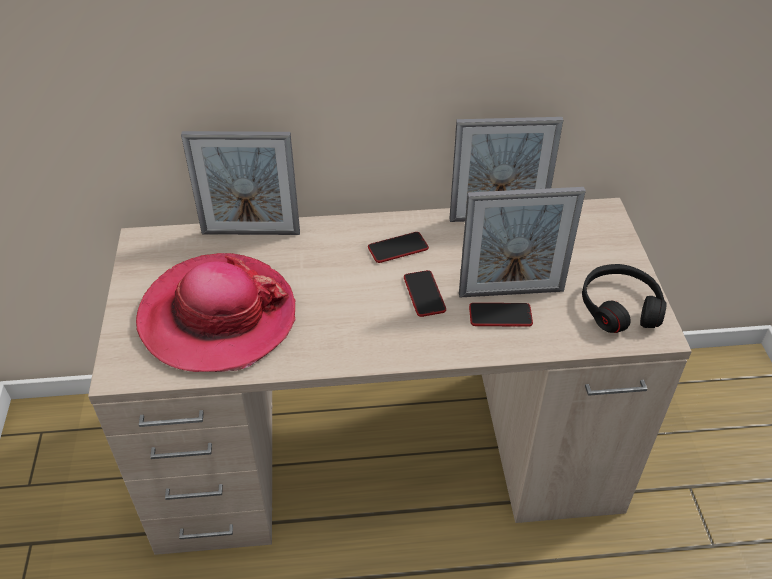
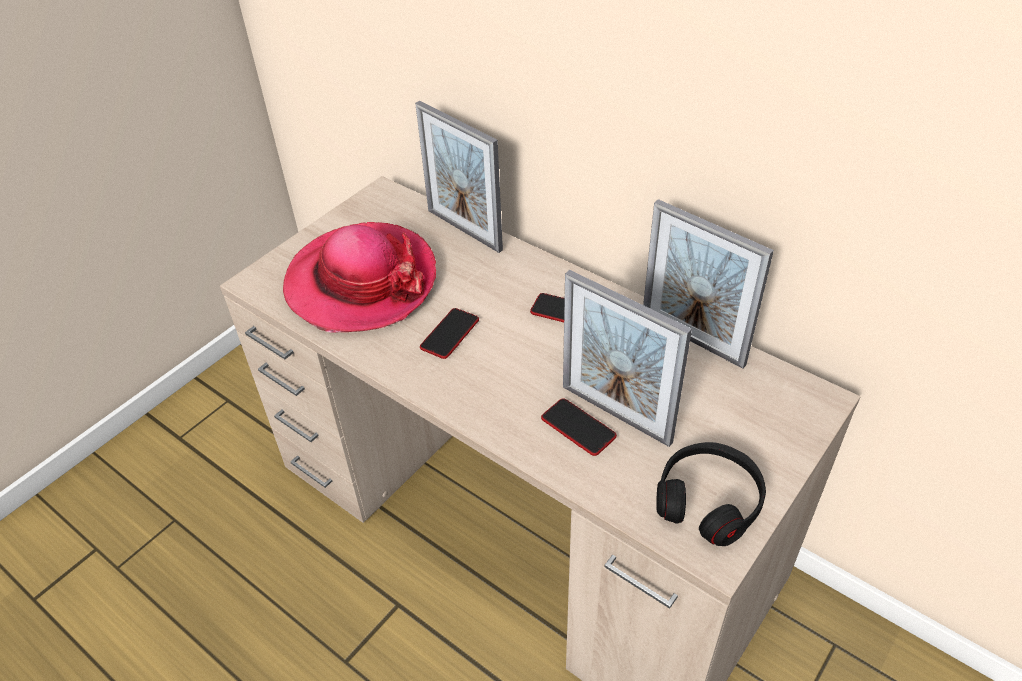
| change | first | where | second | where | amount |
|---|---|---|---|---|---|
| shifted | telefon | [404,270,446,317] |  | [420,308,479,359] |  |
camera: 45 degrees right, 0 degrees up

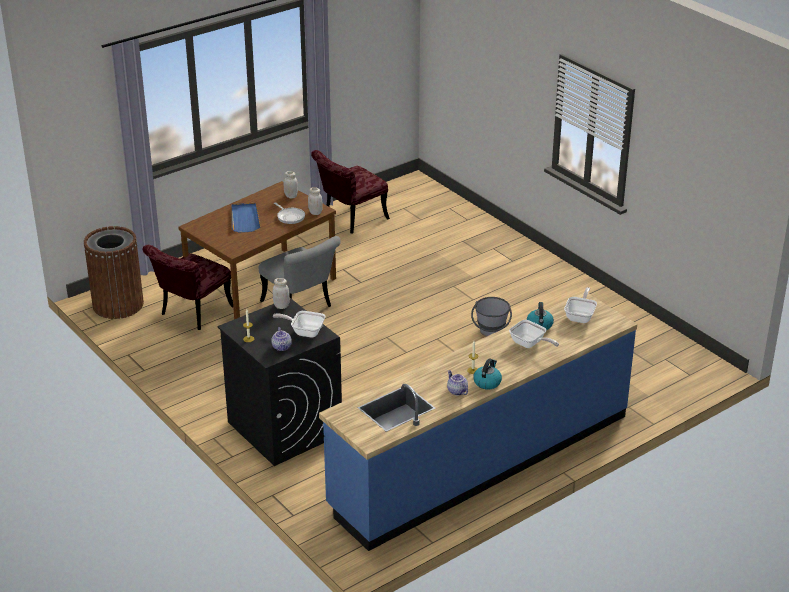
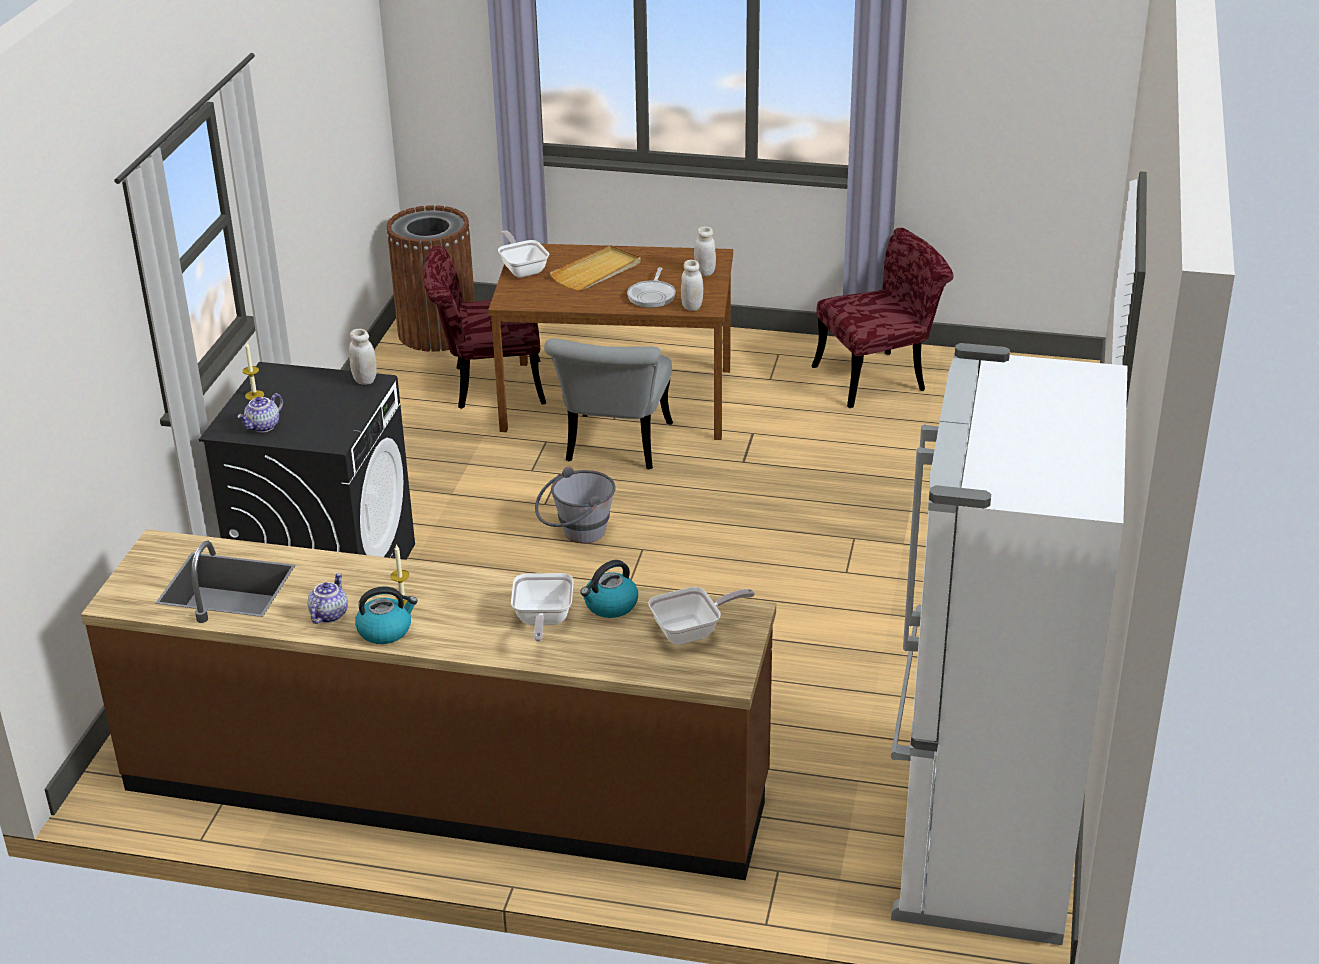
| change | first | where | second | where | amount |
|---|---|---|---|---|---|
| repainted | zabudowa kuchenna [niebieski] | [319,293,637,551] | zabudowa kuchenna [brązowy] | [81,529,776,880] |  |
| shifted | patelnia | [273,311,325,338] |  | [498,230,549,278] |  |
| shifted | wiadro [szary] | [471,297,512,336] |  | [535,467,616,543] |  |
| repainted | taca [niebieski] | [232,203,261,232] | taca [beżowy] | [550,245,641,291] |  |
| rotated | krzesło [czerwony] | [311,150,390,233] |  | [812,228,953,408] | 150 degrees clockwise |
| new |  |  | lodówka [biały] | [891,343,1128,945] |  |
camera: 50 degrees right, 0 degrees up

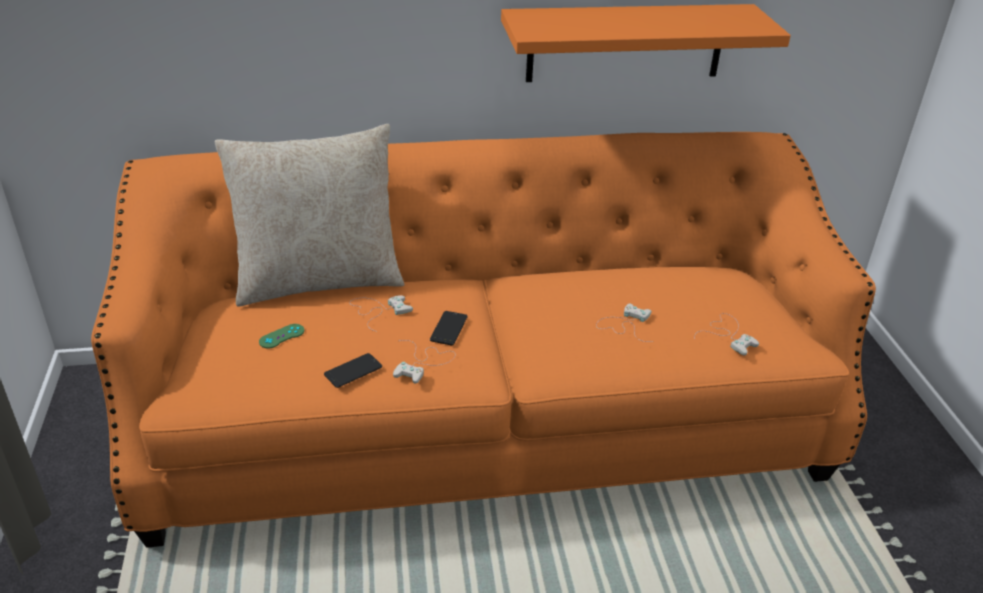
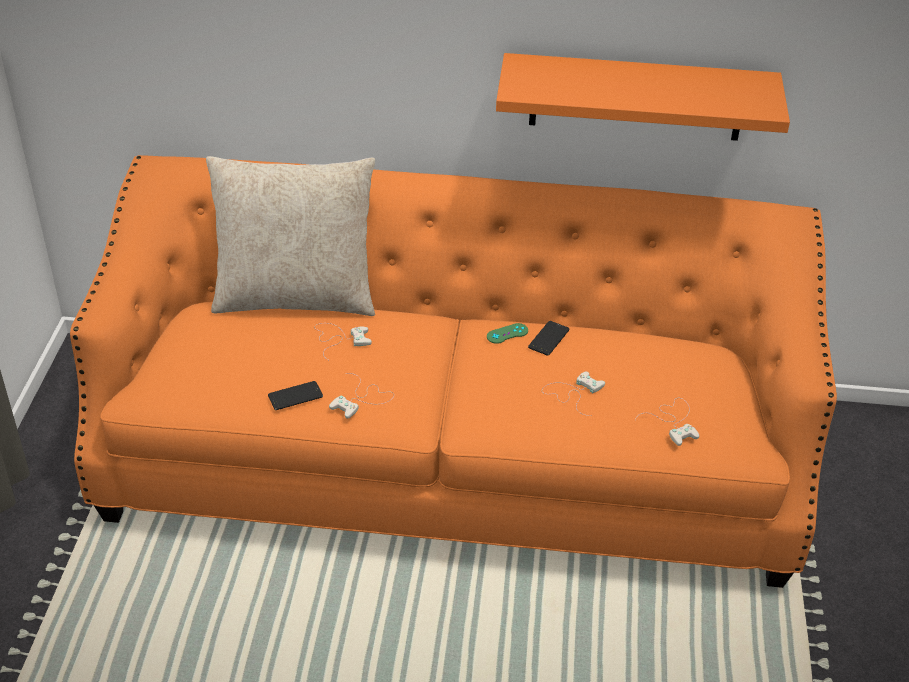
| change | first | where | second | where | amount |
|---|---|---|---|---|---|
| shifted | pad do gier [zielony] | [259,324,304,348] |  | [487,323,528,344] |  |
| shifted | telefon | [430,311,468,345] |  | [528,321,569,356] |  |
camera: 15 degrees right, 5 degrees up

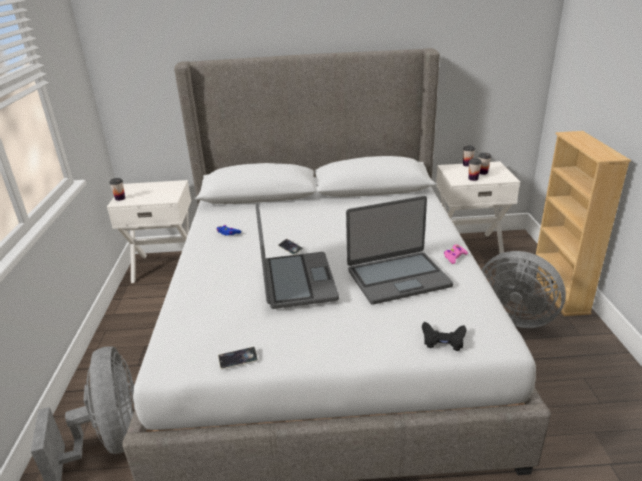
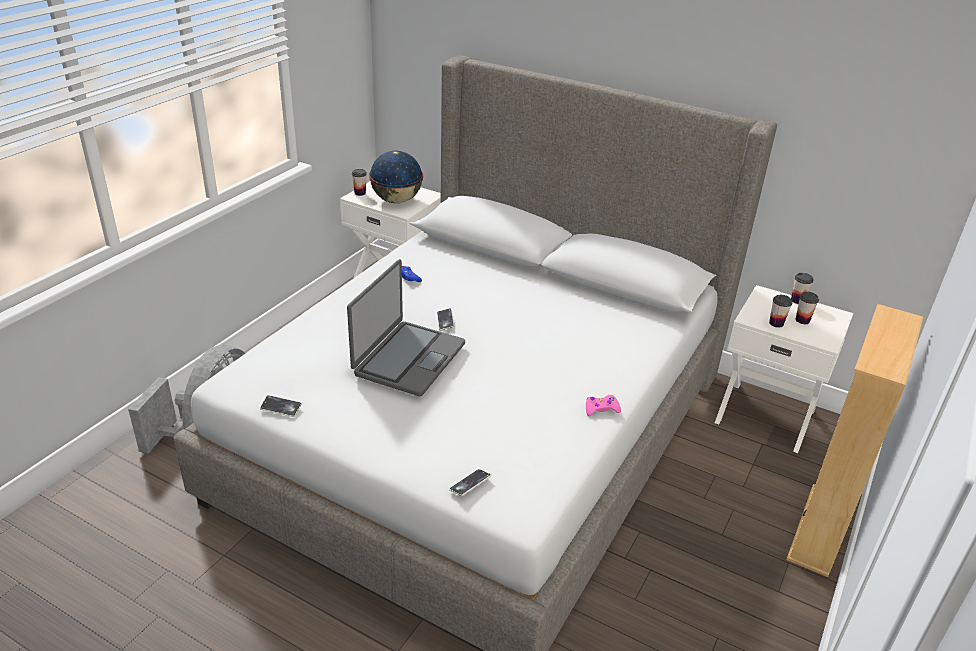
| change | first | where | second | where | amount |
|---|---|---|---|---|---|
| new |  |  | globus | [369,151,423,203] |  |
| swapped | pad do gier [czarny] | [422,322,467,351] | telefon | [449,469,491,496] |  |
| gone | laptop | [346,196,453,304] |  |  |  |
| gone | wentylator [szary] | [482,251,566,328] |  |  |  |
camera: 30 degrees right, 5 degrees up

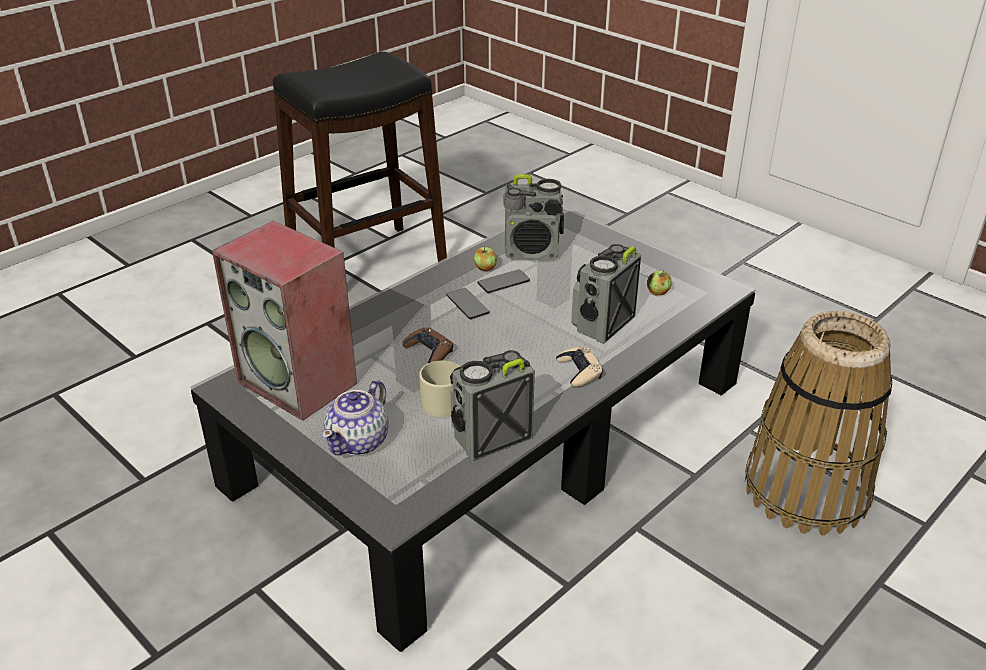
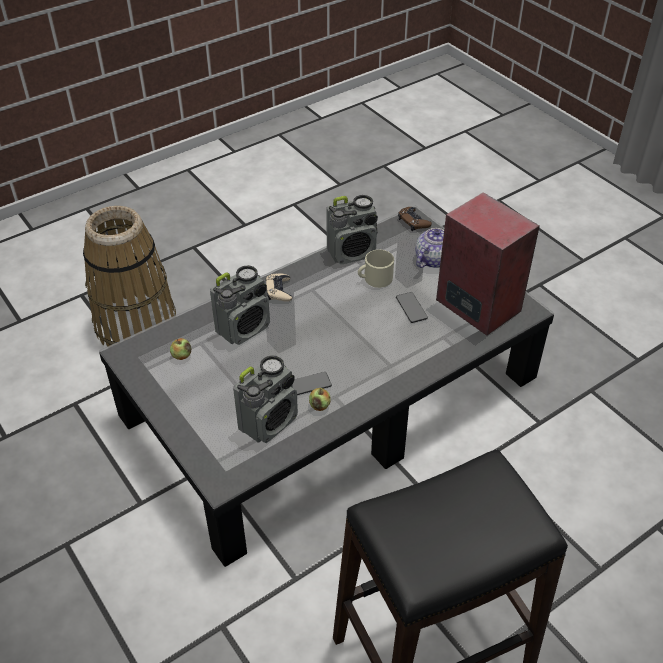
| change | first | where | second | where | amount |
|---|---|---|---|---|---|
| rotated | radio | [503,174,564,260] |  | [233,355,298,443] | 120 degrees clockwise |
| shifted | telefon | [446,288,490,319] |  | [396,292,428,323] |  |
| shifted | pad do gier [brązowy] | [402,327,453,363] |  | [398,207,432,231] |  |
camera: 170 degrees left, 10 degrees up

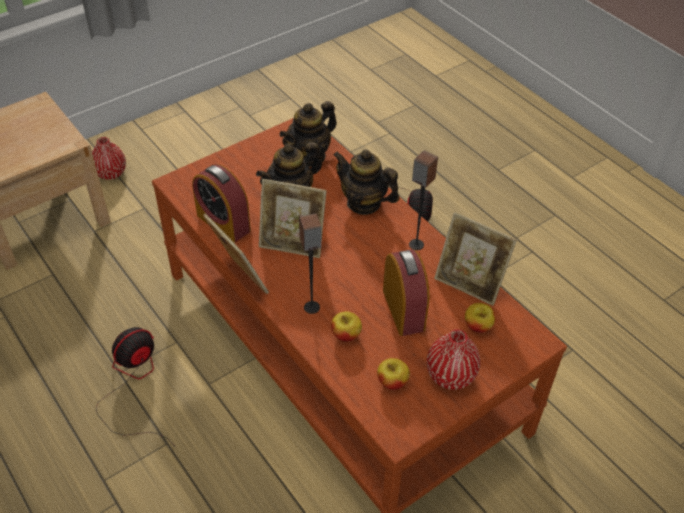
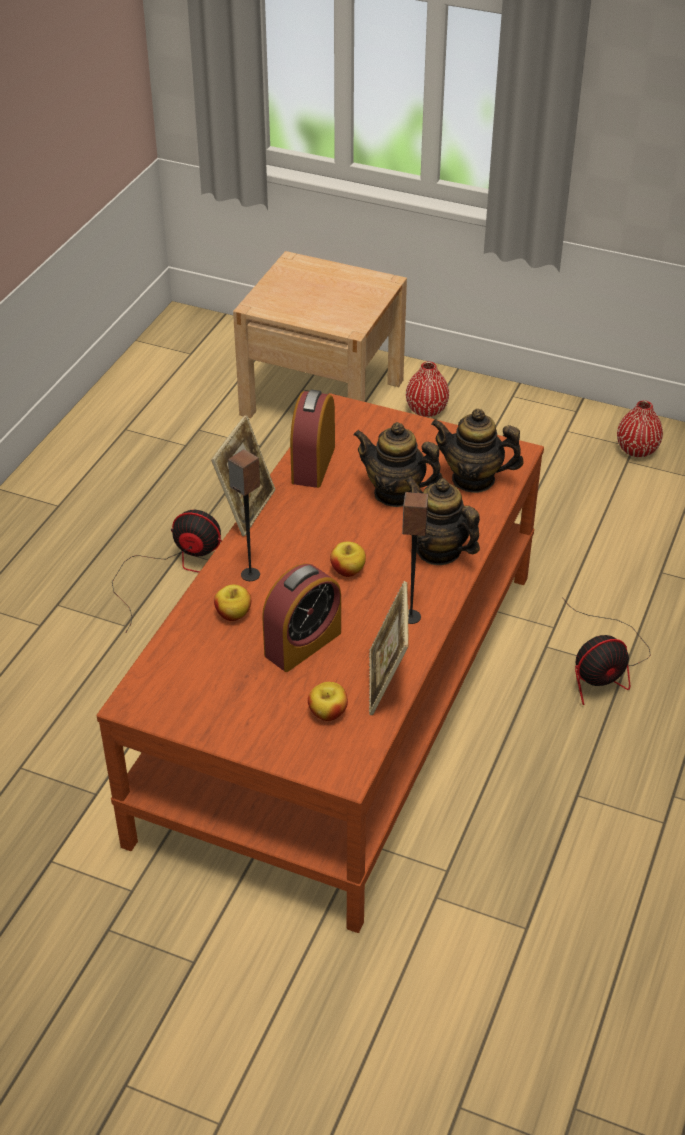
| change | first | where | second | where | amount |
|---|---|---|---|---|---|
| shifted | jabłko | [377,358,410,390] |  | [330,542,366,577] |  |
| rotated | imbryk | [333,150,400,215] |  | [405,477,480,565] | 45 degrees counterclockwise |
| shifted | wazon [czerwony] | [427,329,480,390] |  | [617,401,663,457] |  |
| gone | ramka na zdjęcie | [259,179,327,258] |  |  |  |
camera: 60 degrees right, 5 degrees down

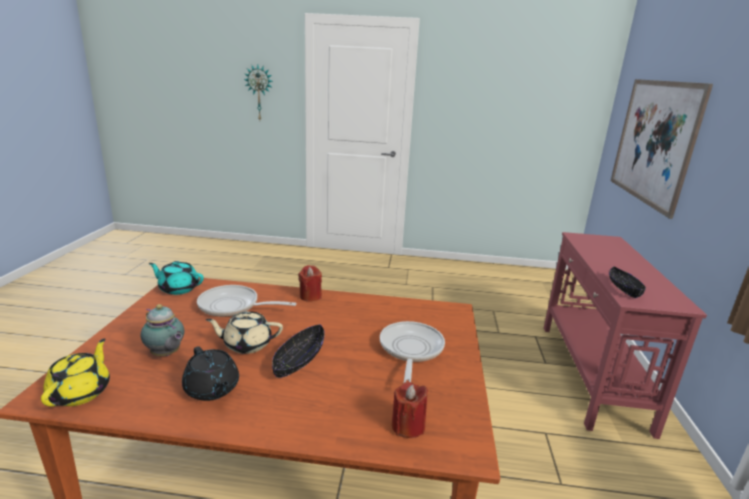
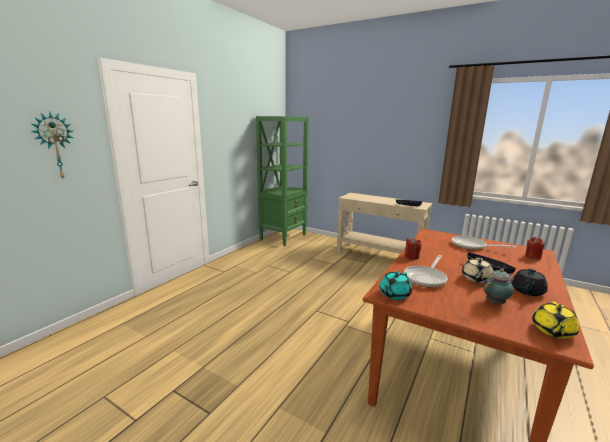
| change | first | where | second | where | amount |
|---|---|---|---|---|---|
| new |  |  | regał [zielony] | [256,116,309,246] |  |
| repainted | stolik konsolowy [czerwony] | [544,232,707,439] | stolik konsolowy [beżowy] | [337,193,432,254] |  |
| rotated | imbryk [czarny] | [182,346,239,401] |  | [512,269,548,296] | 135 degrees clockwise |
| rotated | imbryk [żółty] | [41,338,110,407] |  | [532,301,579,339] | 90 degrees counterclockwise |
| gone | obraz | [611,79,713,219] |  |  |  |
camera: 65 degrees left, 5 degrees down

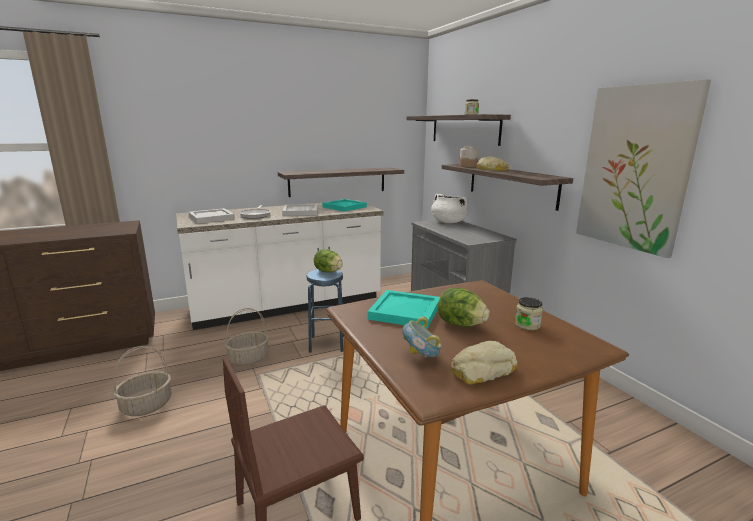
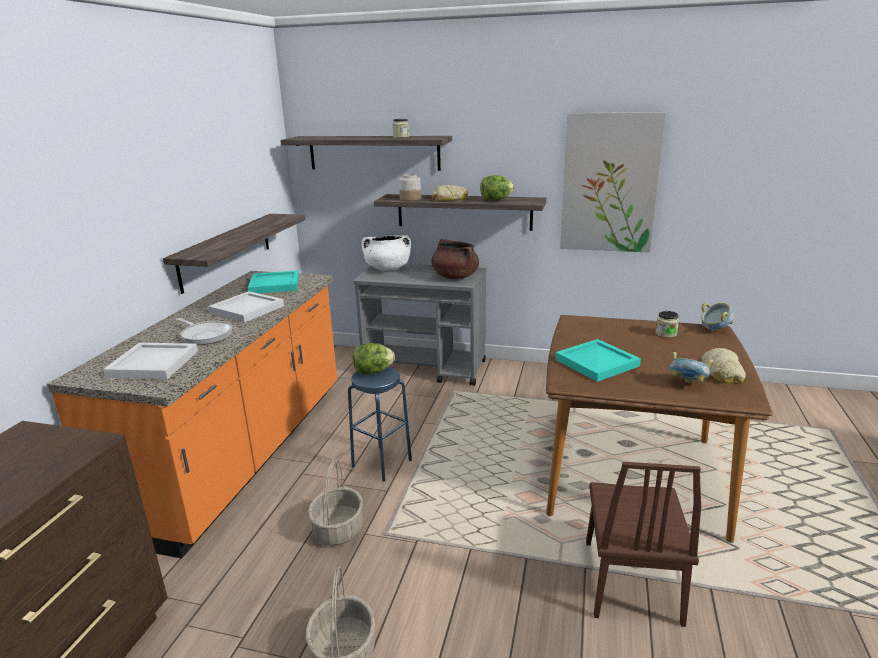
| change | first | where | second | where | amount |
|---|---|---|---|---|---|
| repainted | zabudowa kuchenna [biały] | [176,200,383,330] | zabudowa kuchenna [pomarańczowy] | [47,271,337,559] |  |
| new |  |  | garnek [brązowy] | [431,239,479,279] |  |
| shifted | sałata | [438,288,490,327] |  | [480,175,514,201] |  |
| new |  |  | miska | [701,303,734,331] |  |
camera: 50 degrees left, 5 degrees up

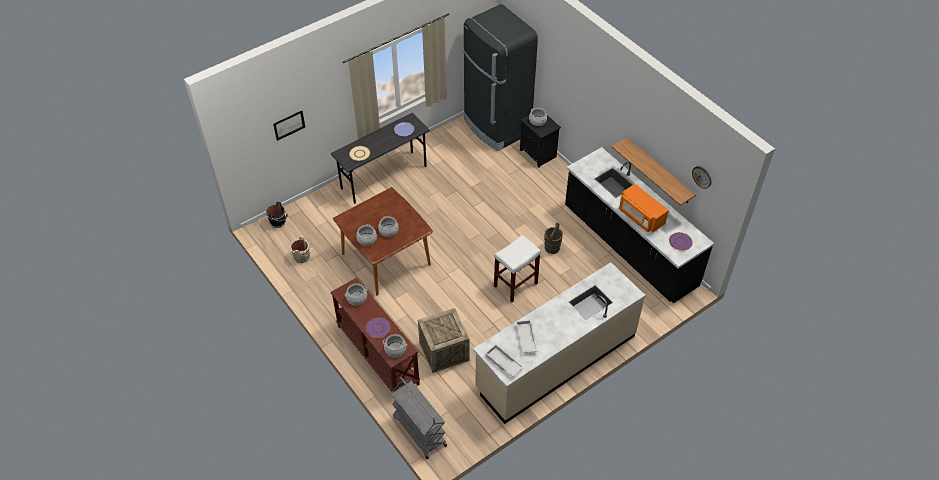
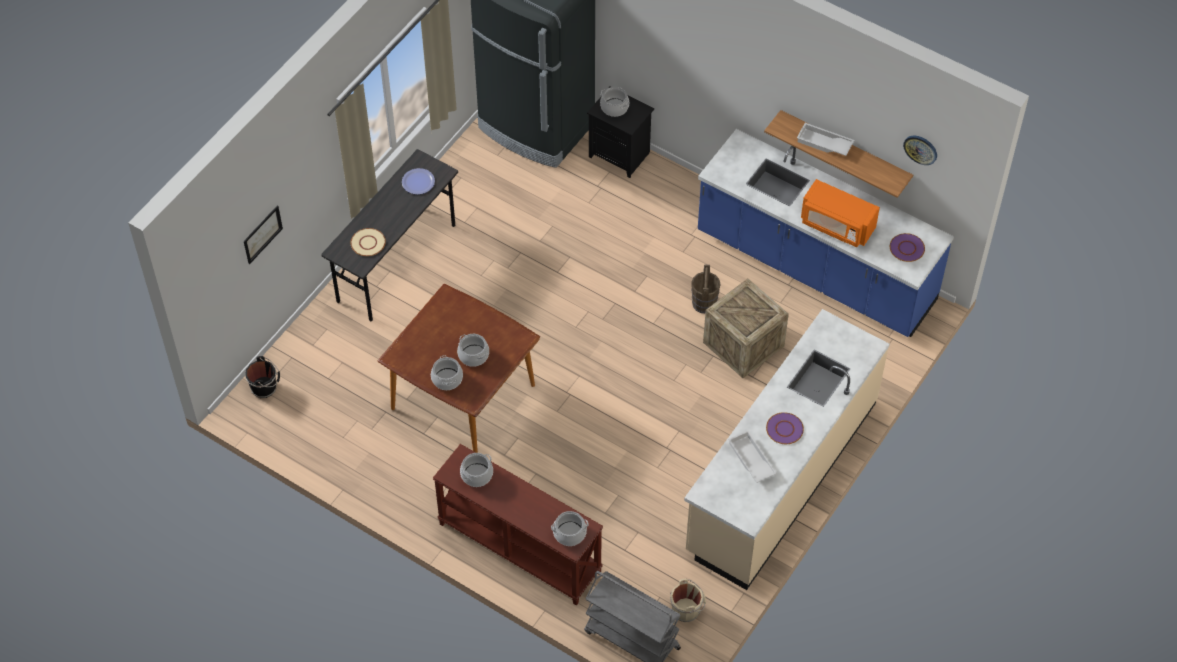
| change | first | where | second | where | amount |
|---|---|---|---|---|---|
| shifted | wiadro [beżowy] | [290,236,312,263] |  | [670,579,706,622] |  |
| repainted | zabudowa kuchenna [czarny] | [565,147,714,304] | zabudowa kuchenna [niebieski] | [698,129,954,337] |  |
| shifted | skrzynka | [418,308,470,373] |  | [703,279,789,378] |  |
| shifted | talerz [fioletowy] | [366,318,390,338] |  | [766,412,804,444] |  |
| shifted | taca [biały] | [485,344,524,377] |  | [797,123,854,156] |  |
| gone | stołek [biały] | [494,235,541,302] |  |  |  |
camera: 20 degrees left, 5 degrees up

